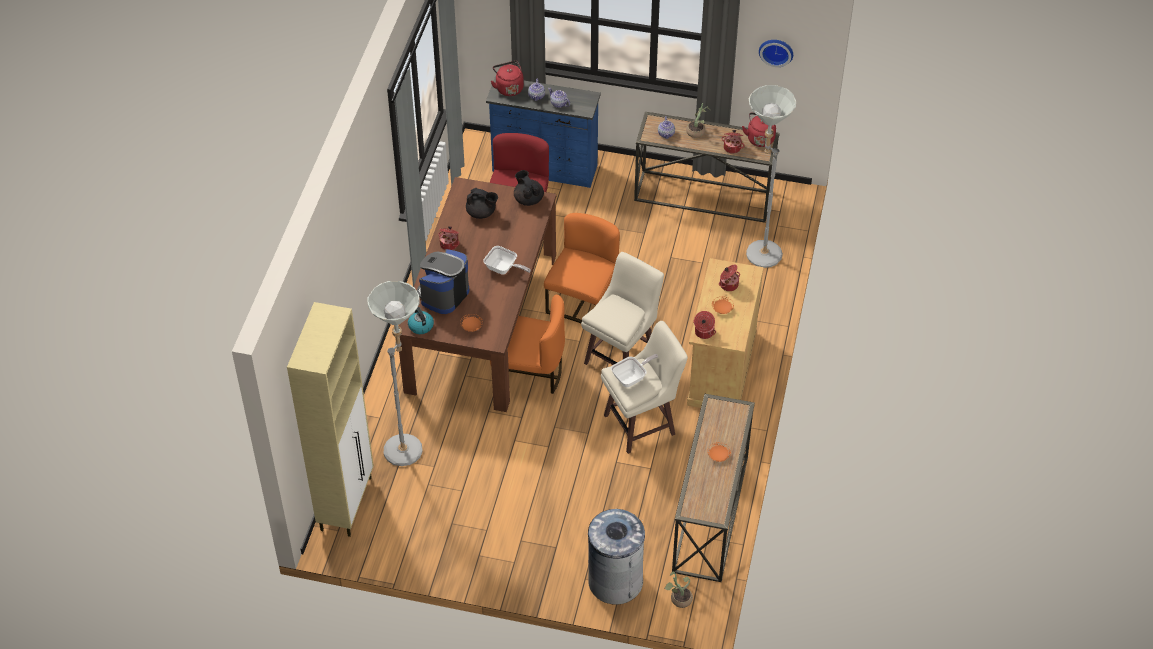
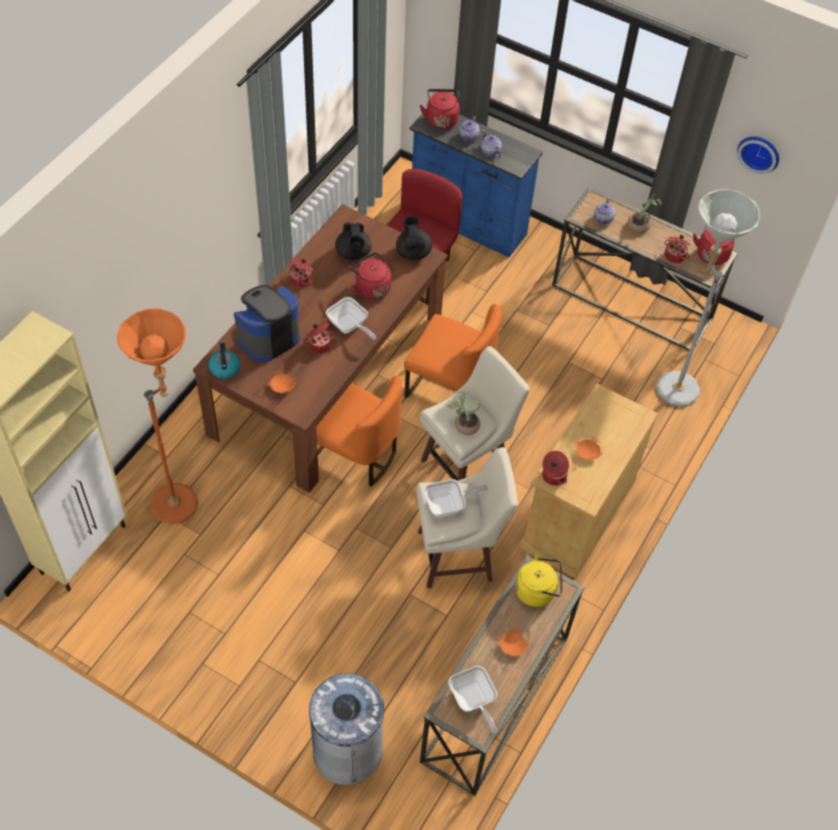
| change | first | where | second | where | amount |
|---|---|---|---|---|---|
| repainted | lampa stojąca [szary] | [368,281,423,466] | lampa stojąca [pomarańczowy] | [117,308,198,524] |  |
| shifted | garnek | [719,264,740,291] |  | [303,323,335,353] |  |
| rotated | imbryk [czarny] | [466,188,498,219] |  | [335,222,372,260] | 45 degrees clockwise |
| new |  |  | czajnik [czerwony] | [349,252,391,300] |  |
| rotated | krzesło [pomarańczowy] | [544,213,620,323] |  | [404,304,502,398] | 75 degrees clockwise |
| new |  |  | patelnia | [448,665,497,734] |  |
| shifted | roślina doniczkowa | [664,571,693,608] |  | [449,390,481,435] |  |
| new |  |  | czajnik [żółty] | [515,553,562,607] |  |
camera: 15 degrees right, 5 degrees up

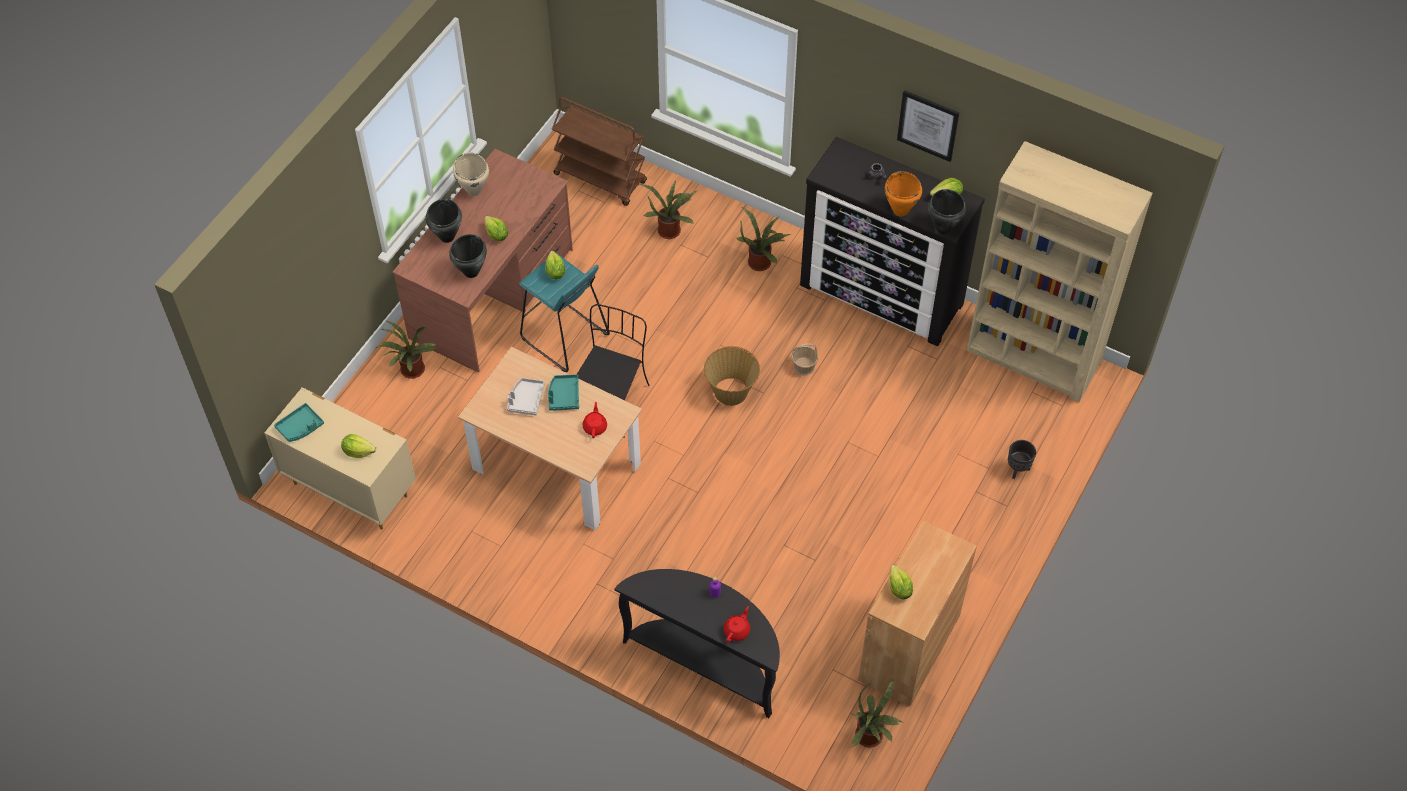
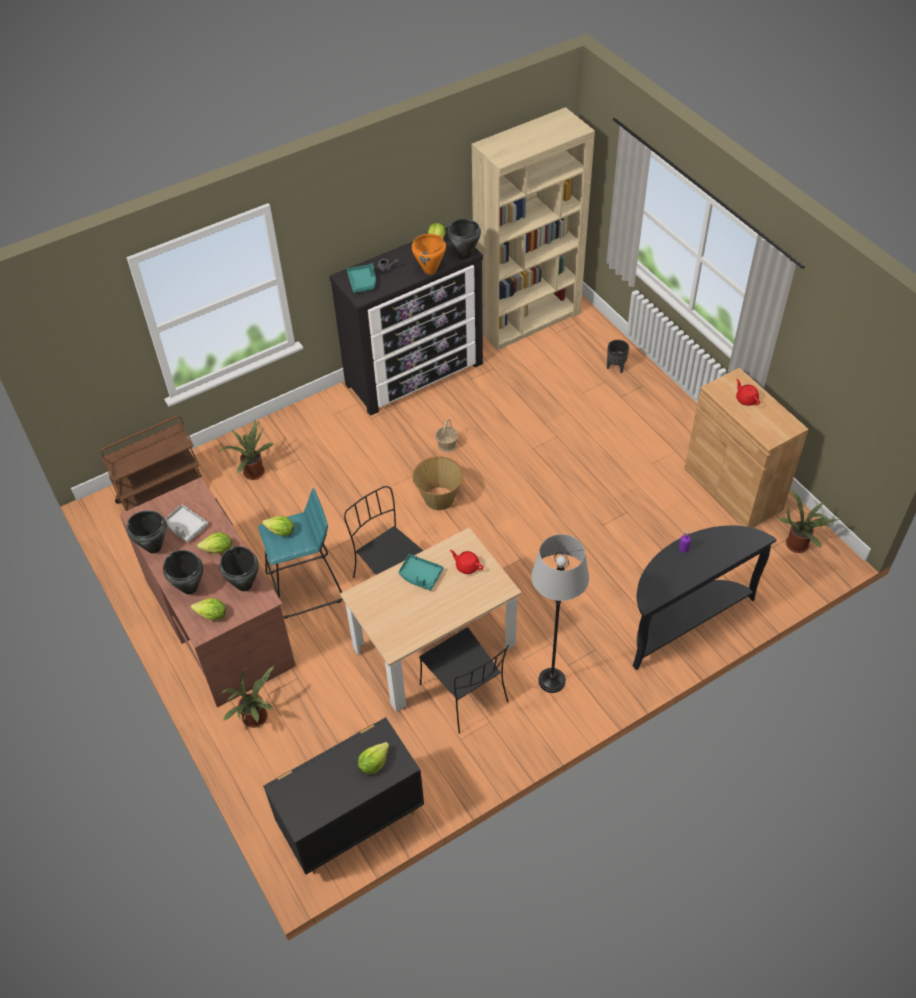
| change | first | where | second | where | amount |
|---|---|---|---|---|---|
| repainted | garnek [beżowy] | [453,153,489,196] | garnek [czarny] | [126,510,167,553] |  |
| shifted | taca [szary] | [507,378,545,415] |  | [165,504,208,542] |  |
| shifted | sałata | [889,565,913,600] |  | [191,598,226,620] |  |
| repainted | komoda [beżowy] | [264,387,416,530] | komoda [czarny] | [263,717,424,875] |  |
| shifted | taca [turkusowy] | [274,403,324,442] |  | [347,263,376,293] |  |
| new |  |  | krzesło [czarny] | [419,627,509,734] |  |
| new |  |  | lampa stojąca [szary] | [531,534,589,693] |  |
| shifted | imbryk [czerwony] | [724,606,750,642] |  | [736,379,760,406] |  |
| gone | roślina doniczkowa | [737,207,791,271] |  |  |  |
| gone | obraz | [897,90,959,162] |  |  |  |
camera: 60 degrees left, 5 degrees down

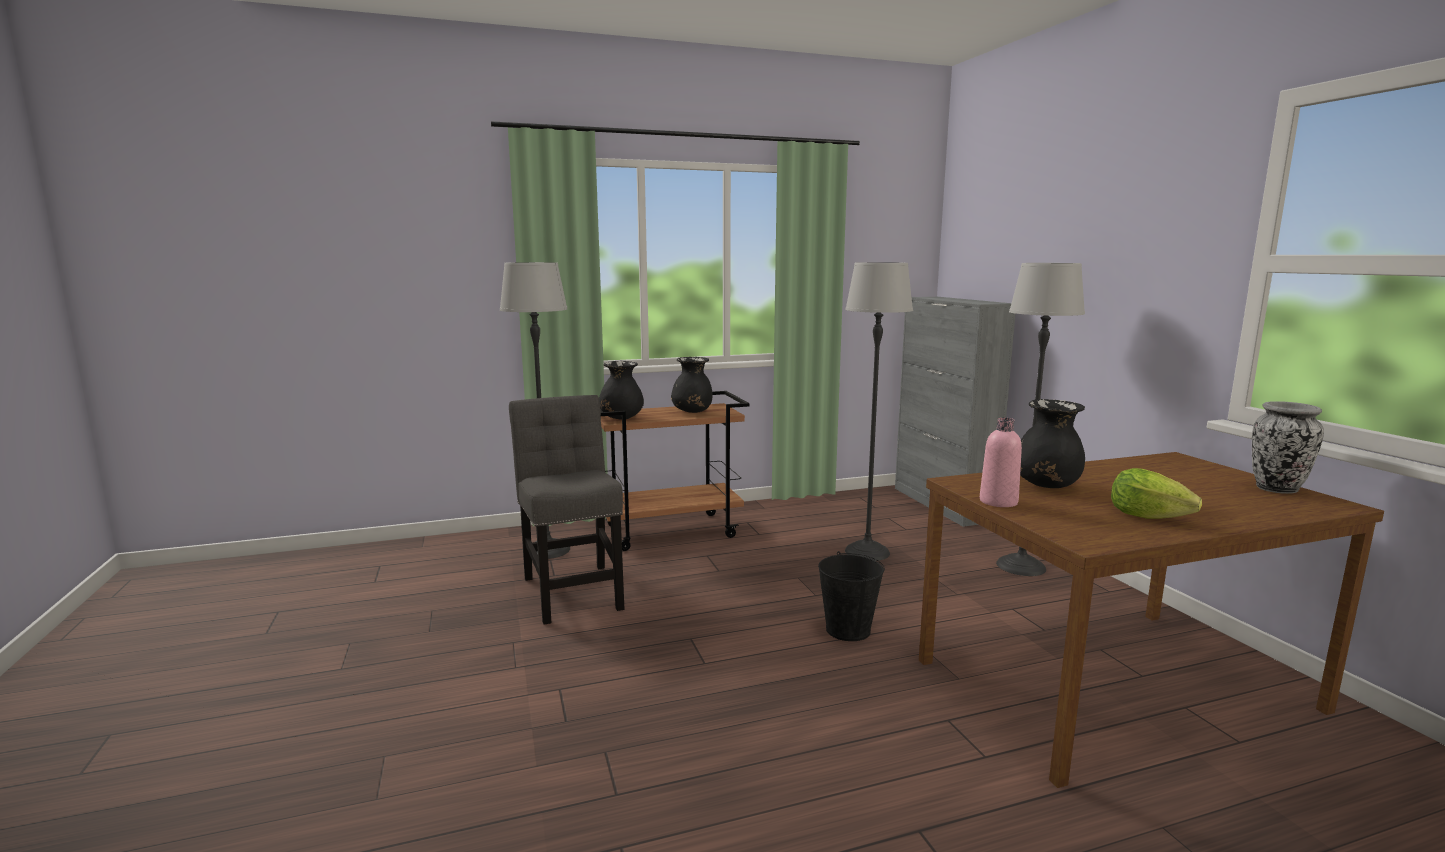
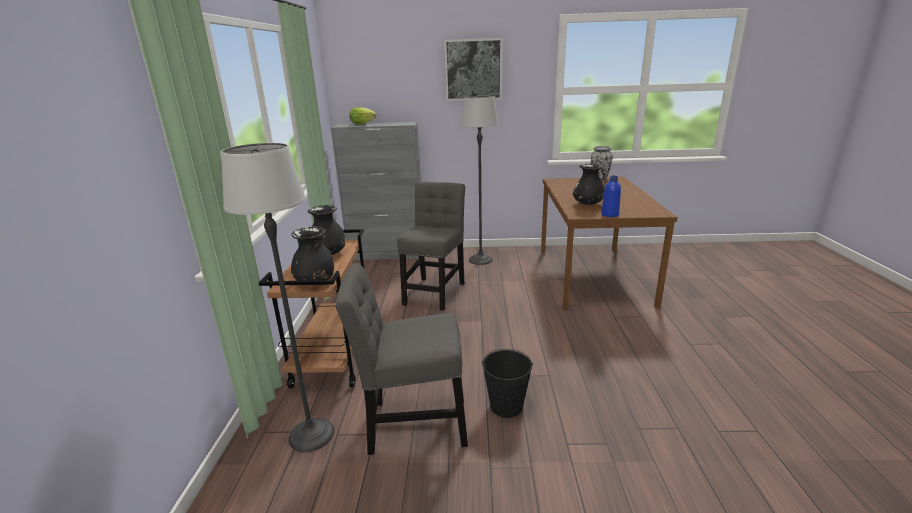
| change | first | where | second | where | amount |
|---|---|---|---|---|---|
| shifted | sałata | [1111,468,1202,519] |  | [350,107,376,124] |  |
| swapped | lampa stojąca | [845,262,913,561] | krzesło [szary] | [397,182,465,311] |  |
| new |  |  | obraz | [444,38,502,101] |  |
| shifted | wiadro [czarny] | [818,551,885,641] |  | [482,349,533,418] |  |
| repainted | butelka [różowy] | [980,418,1022,507] | butelka [niebieski] | [601,175,621,217] |  |
camera: 70 degrees left, 10 degrees up

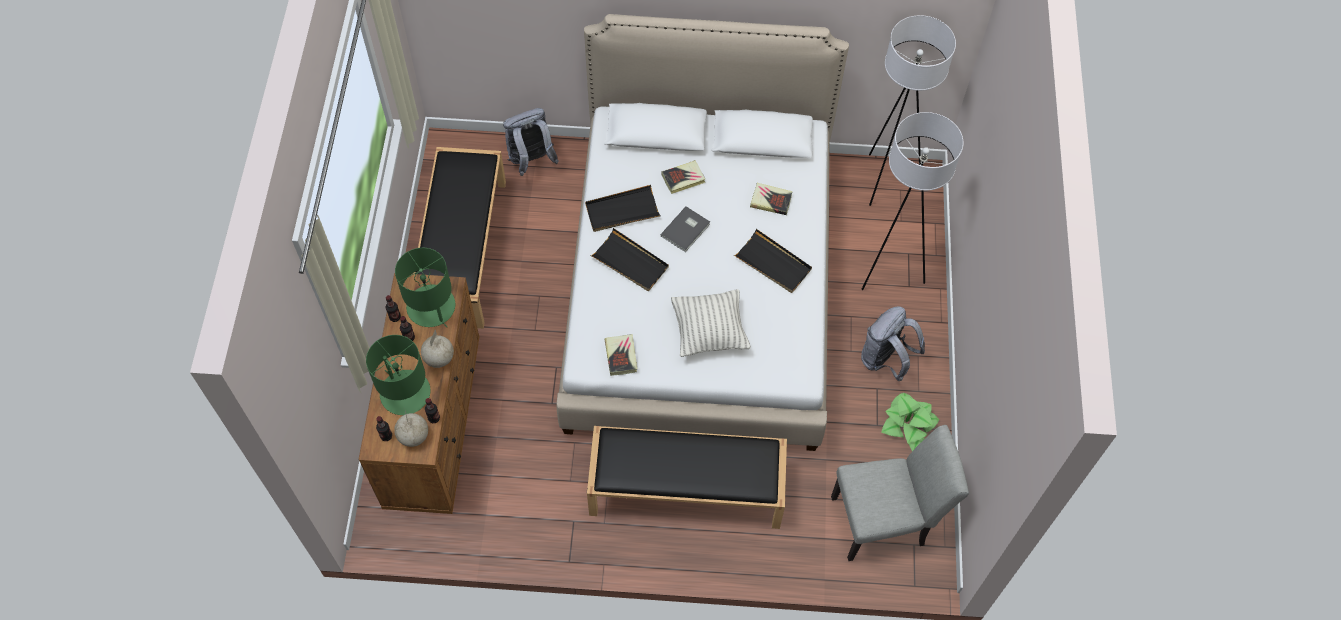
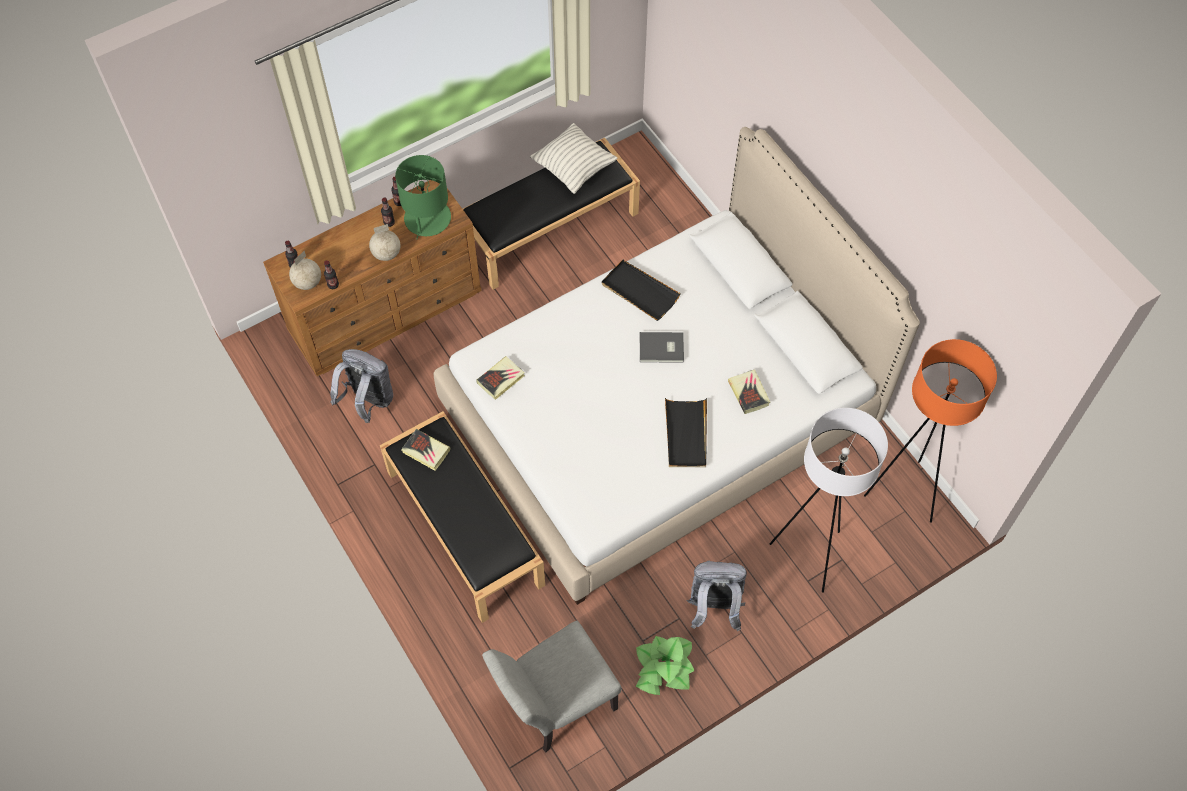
| change | first | where | second | where | amount |
|---|---|---|---|---|---|
| shifted | plecak [szary] | [503,108,559,176] |  | [330,349,393,423] |  |
| shifted | książka | [661,160,705,194] |  | [401,429,451,471] |  |
| rotated | krzesło [szary] | [831,425,969,561] |  | [482,621,621,753] | 105 degrees clockwise |
| shifted | poduszka | [671,289,751,357] |  | [530,123,617,194] |  |
| repainted | lampa stojąca [biały] | [869,15,956,206] | lampa stojąca [pomarańczowy] | [864,339,997,523] |  |
| gone | lampa stołowa [zielony] | [366,335,430,415] |  |  |  |
| gone | taca [czarny] | [590,228,669,291] |  |  |  |
camera: 55 degrees right, 0 degrees up

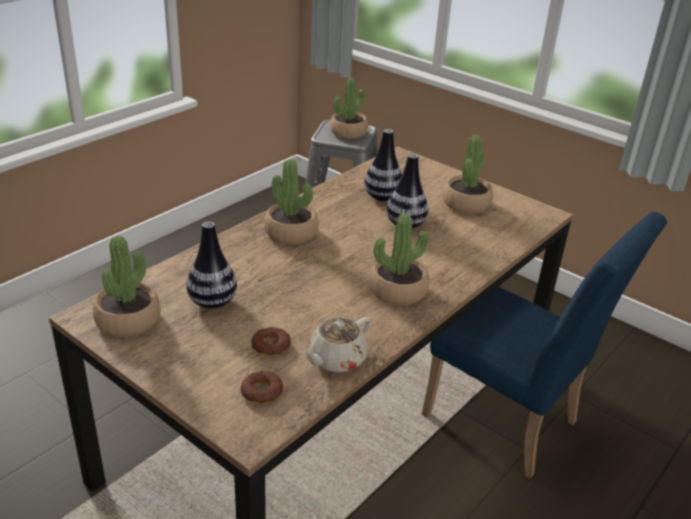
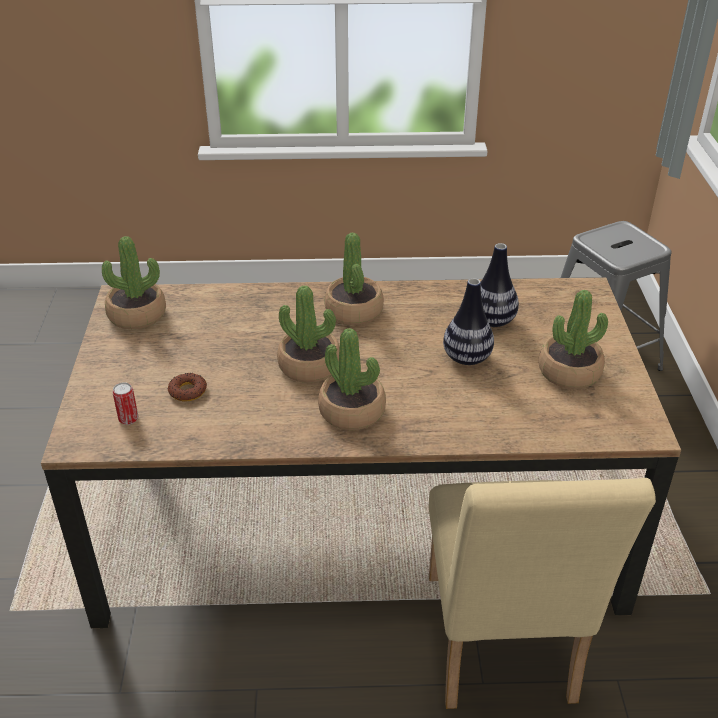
| change | first | where | second | where | amount |
|---|---|---|---|---|---|
| swapped | donut | [241,371,283,404] | puszka | [112,382,138,425] |  |
| shifted | roślina doniczkowa | [330,78,368,139] |  | [277,285,340,383] |  |
| repainted | krzesło [niebieski] | [422,211,667,479] | krzesło [beżowy] | [429,478,656,709] |  |
| gone | wazon | [187,221,237,309] |  |  |  |
| gone | imbryk [beżowy] | [302,317,371,373] |  |  |  |
camera: 50 degrees right, 5 degrees up

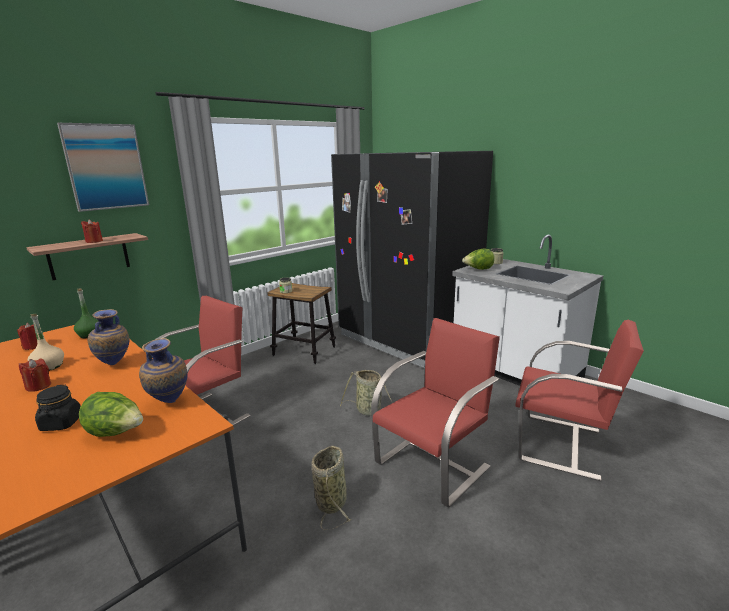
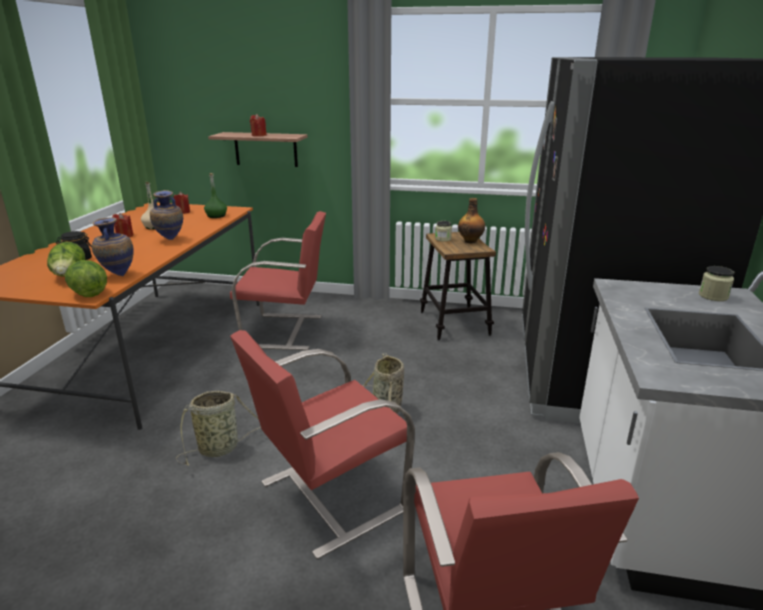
| change | first | where | second | where | amount |
|---|---|---|---|---|---|
| shifted | sałata | [462,249,494,270] |  | [65,260,107,297] |  |
| rotated | krzesło [czerwony] | [371,318,500,507] |  | [230,330,415,559] | 135 degrees clockwise |
| new |  |  | butelka | [458,198,485,243] |  |
| gone | obraz | [57,123,149,212] |  |  |  |
camera: 55 degrees right, 5 degrees up

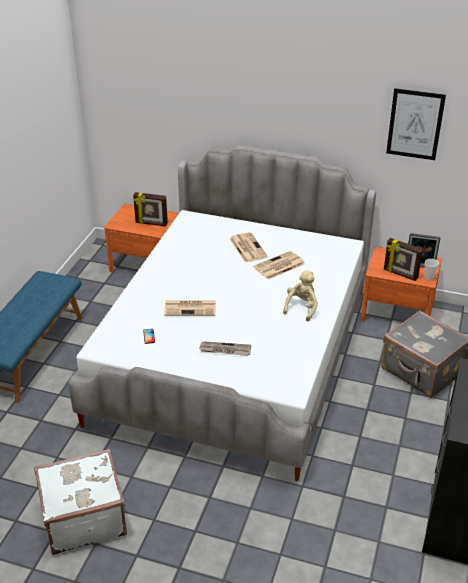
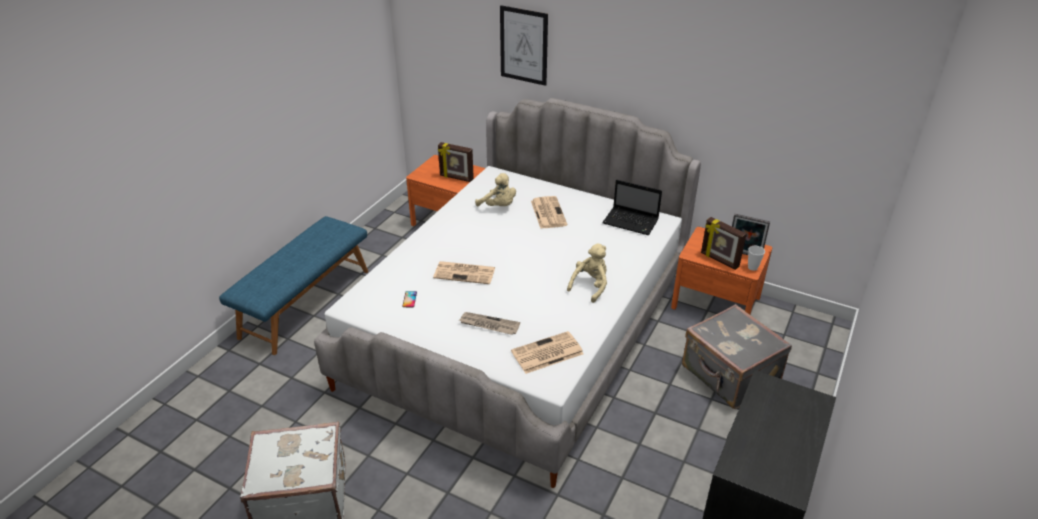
| change | first | where | second | where | amount |
|---|---|---|---|---|---|
| new |  |  | pluszak [beżowy] | [475,173,516,206] |  |
| shifted | obraz | [386,88,446,160] |  | [500,5,548,86] |  |
| shifted | gazeta | [253,251,305,280] |  | [511,331,584,374] |  |
| new |  |  | laptop | [602,180,662,235] |  |
camera: 10 degrees right, 0 degrees up

